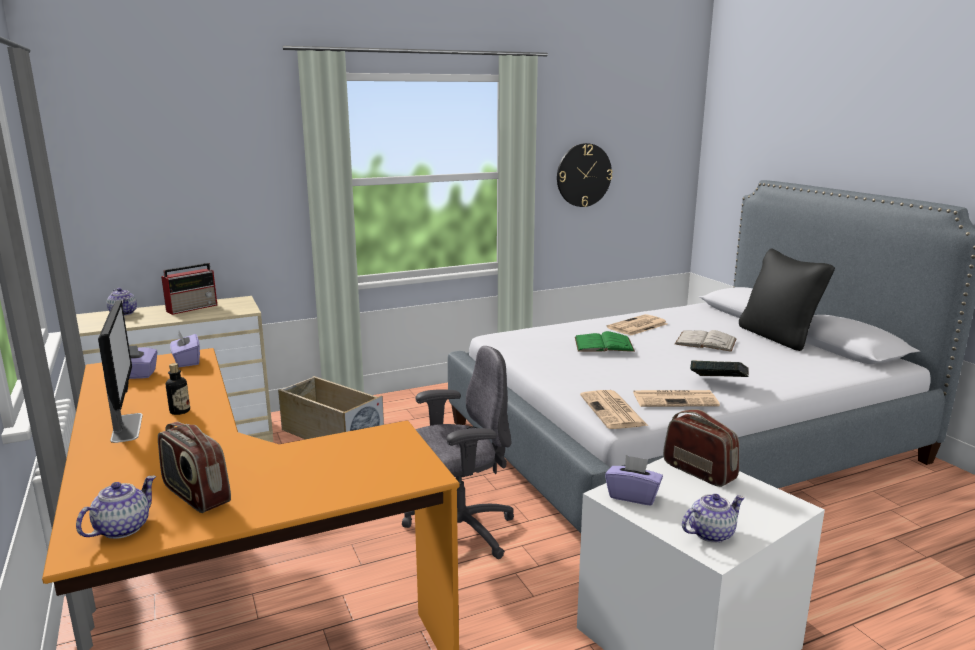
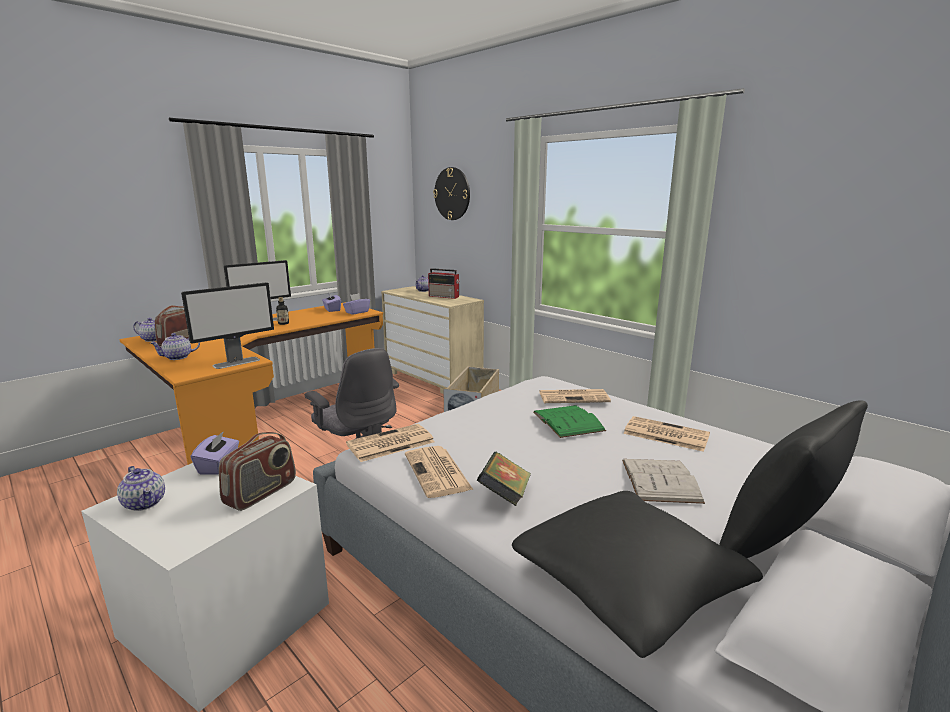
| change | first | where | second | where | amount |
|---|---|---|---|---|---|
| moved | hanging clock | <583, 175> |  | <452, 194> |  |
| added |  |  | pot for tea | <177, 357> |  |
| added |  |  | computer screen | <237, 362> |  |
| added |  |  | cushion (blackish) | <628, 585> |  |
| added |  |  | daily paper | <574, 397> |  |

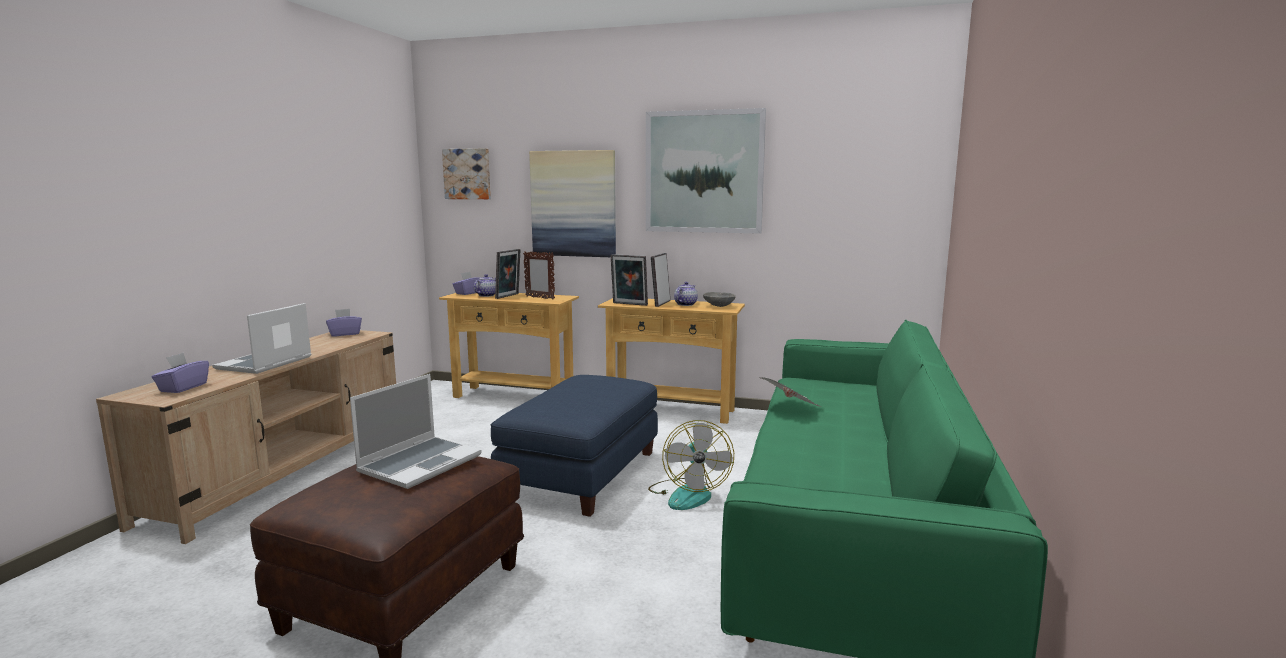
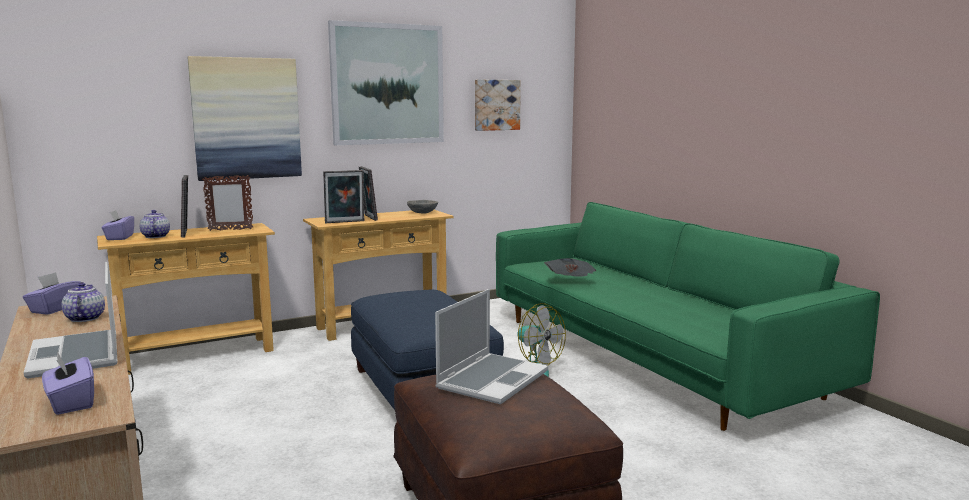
| change | first | where | second | where | amount |
|---|---|---|---|---|---|
| turned | laptop | <420, 463> |  | <492, 379> | 45 degrees clockwise |
| moved | wall art | <468, 174> |  | <496, 105> |  |
| moved | pot for tea | <685, 304> |  | <84, 318> |  |

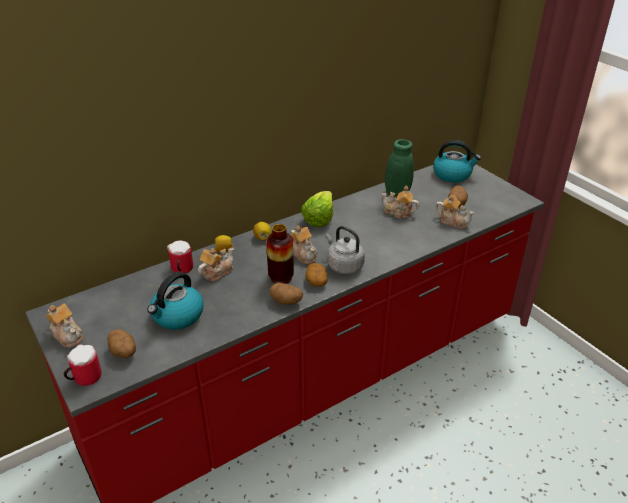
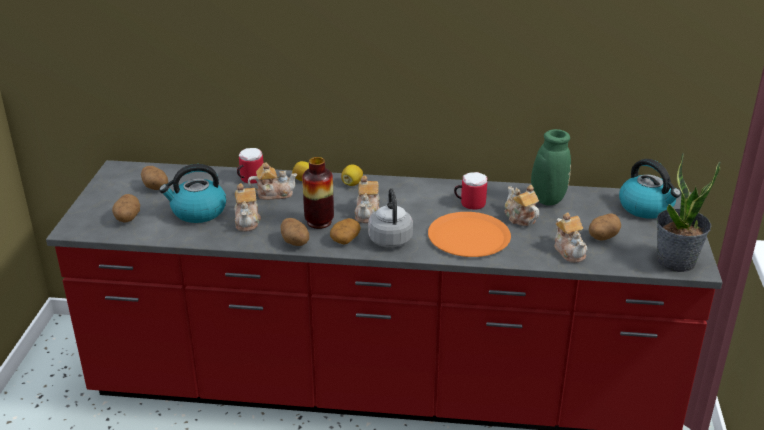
| change | first | where | second | where | amount |
|---|---|---|---|---|---|
| moved | pot for tea | <68, 335> |  | <247, 221> |  |
| moved | tea mug | <84, 378> |  | <469, 203> |  |
| removed | lettuce head | <318, 218> |  |  |  |
| added |  |  | spud | <156, 187> |  |
| added |  |  | plate (orangey) | <468, 236> |  |
| added |  |  | houseplant | <676, 261> |  |

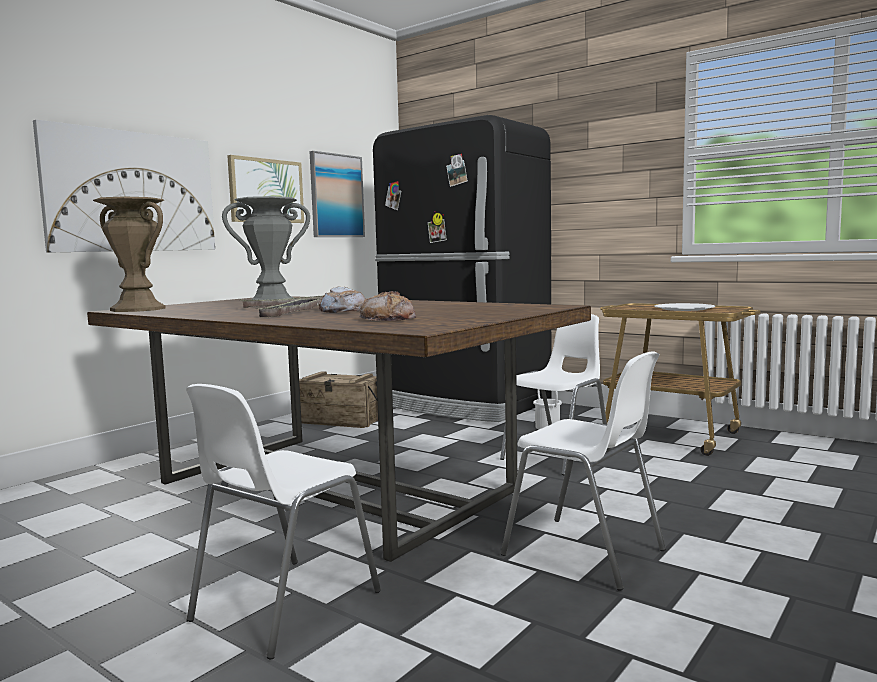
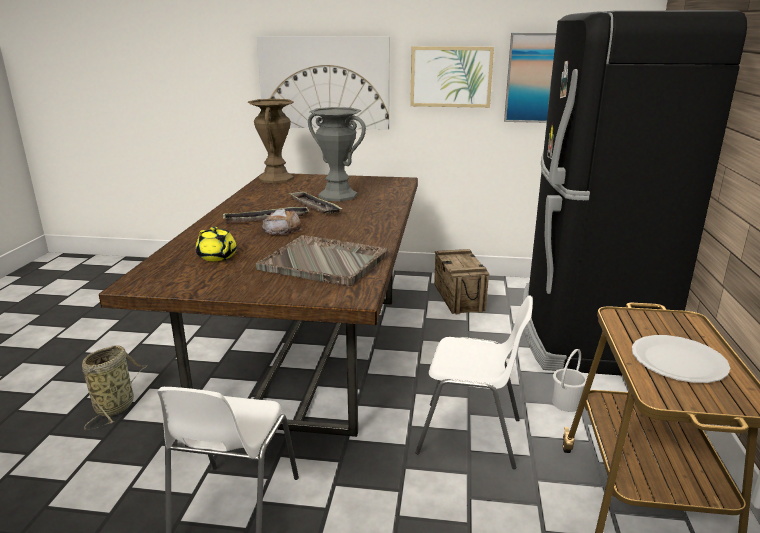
| change | first | where | second | where | amount |
|---|---|---|---|---|---|
| replaced | chair (white) | <283, 606> | household basket | <116, 405> |  |
| replaced | bread | <388, 318> | pot for tea (yellowish) | <217, 257> |  |
| added |  |  | carrying tray (grey) | <325, 262> |  |

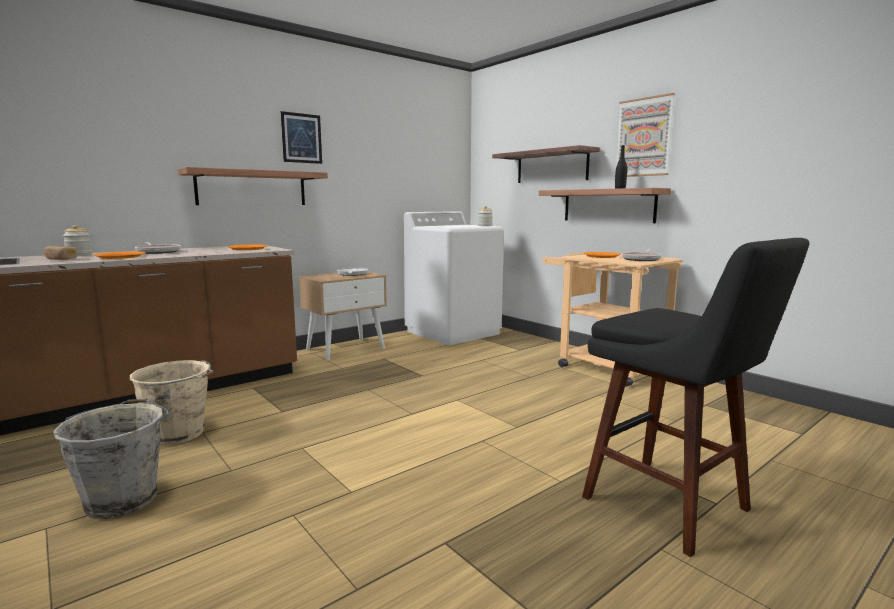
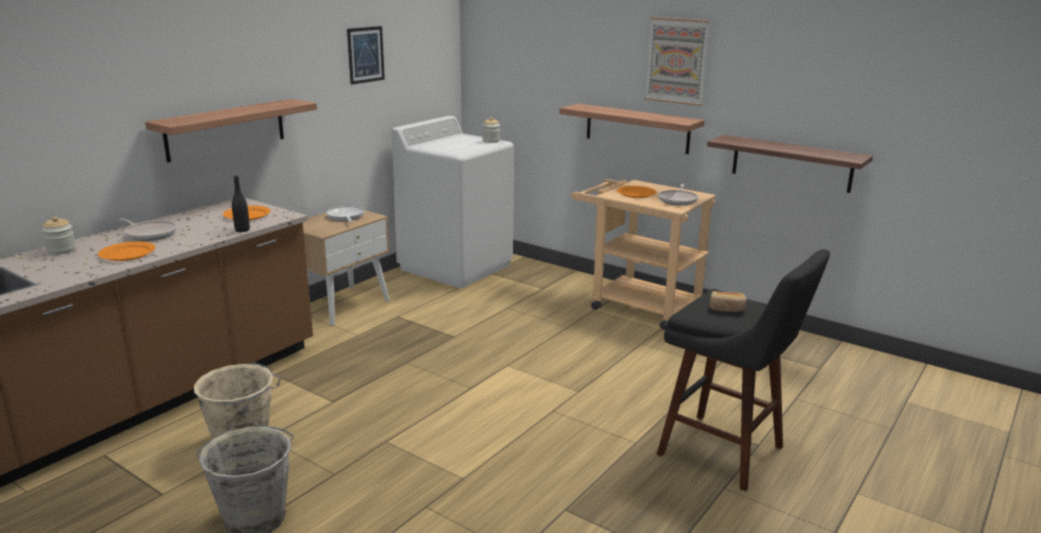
| change | first | where | second | where | amount |
|---|---|---|---|---|---|
| moved | bread | <60, 259> |  | <726, 308> |  |
| moved | wall art | <301, 138> |  | <365, 54> |  |
| moved | shelf | <551, 166> |  | <791, 163> |  |
| moved | bottle (blackish) | <620, 188> |  | <242, 230> |  |

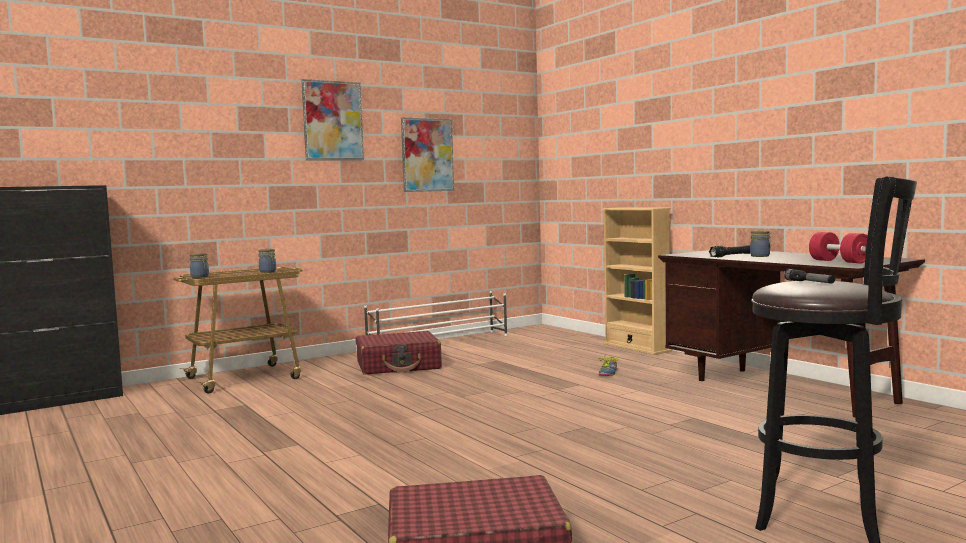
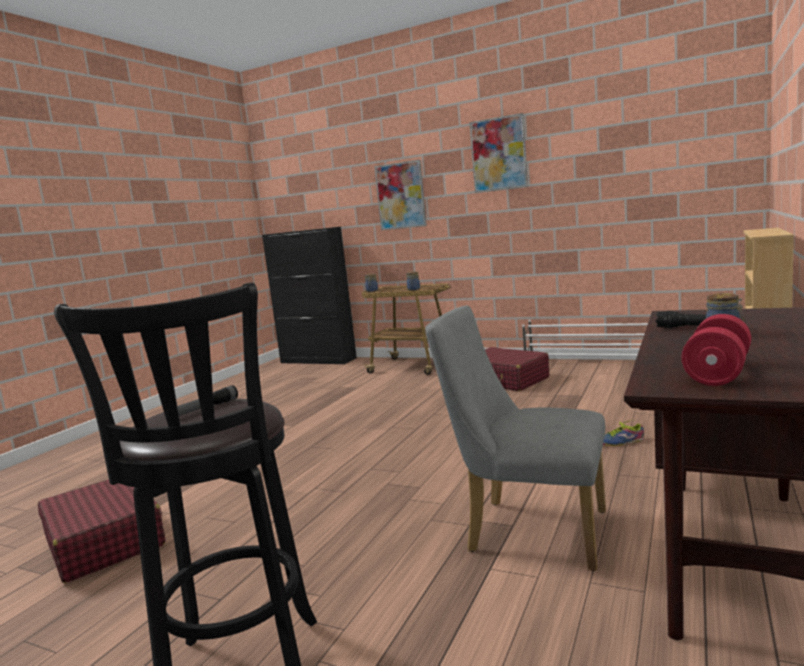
| change | first | where | second | where | amount |
|---|---|---|---|---|---|
| moved | wall art | <427, 155> |  | <400, 195> |  |
| added |  |  | chair (grey) | <526, 530> |  |

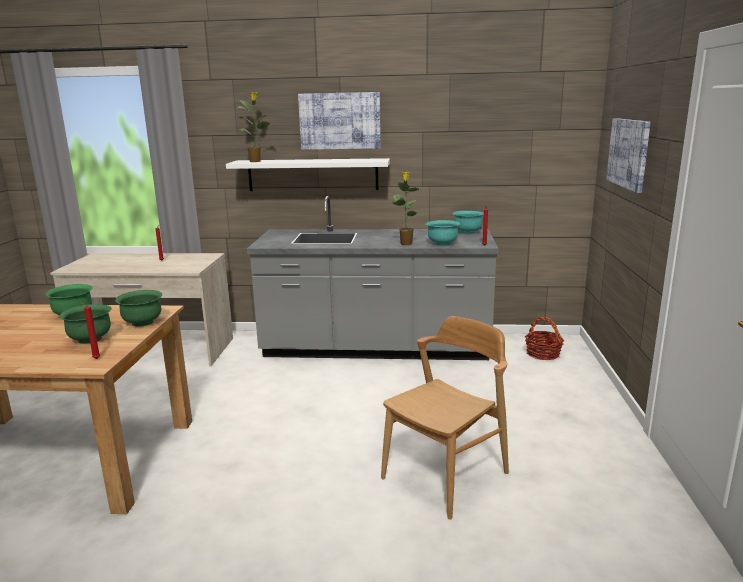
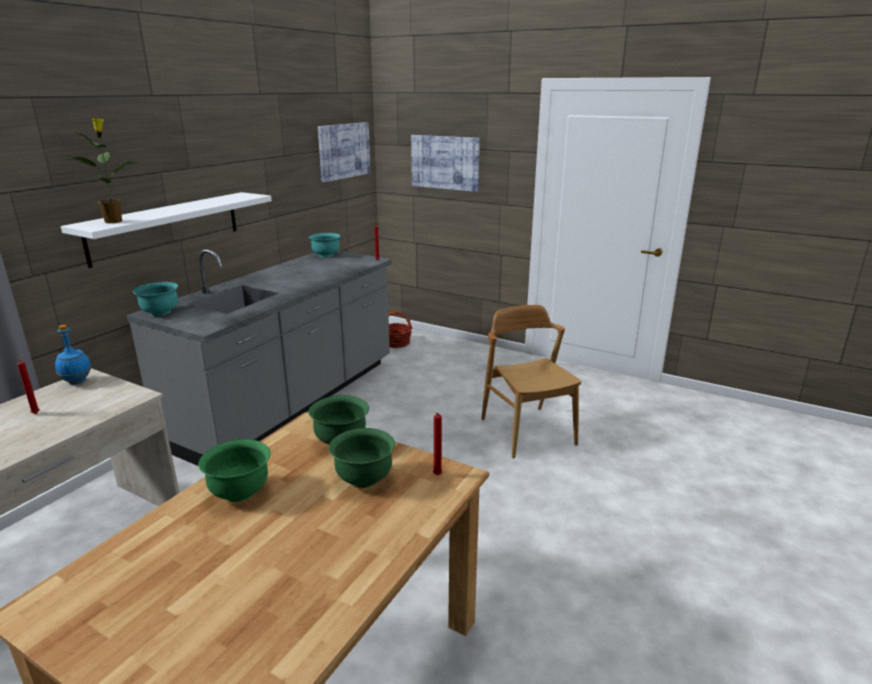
| change | first | where | second | where | amount |
|---|---|---|---|---|---|
| moved | wall art | <340, 121> |  | <344, 151> |  |
| removed | houseplant | <406, 243> |  |  |  |
| moved | serving bowl (turquoise) | <442, 244> |  | <160, 312> |  |
| added |  |  | bottle (blue-coloured) | <77, 382> |  |

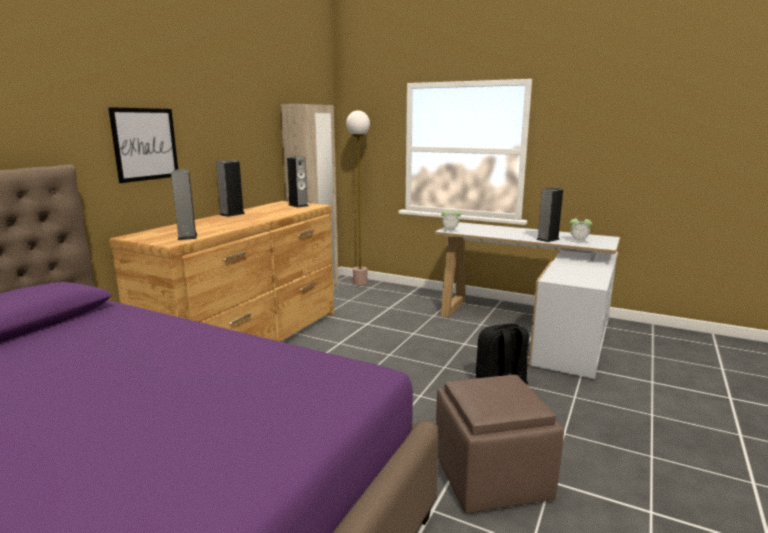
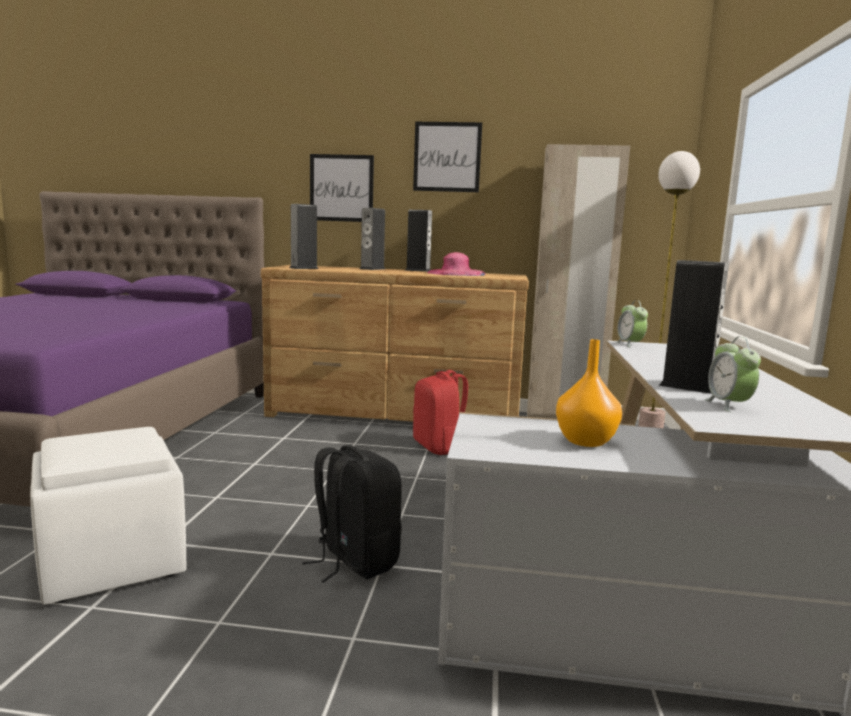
| change | first | where | second | where | amount |
|---|---|---|---|---|---|
| moved | speaker | <298, 205> |  | <372, 269> |  |
| recoloured | pouffe (brown-coloured) | <491, 478> | pouffe (white) | <110, 562> |  |
| added |  |  | wall art | <447, 157> |  |
| added |  |  | knapsack (reddish) | <439, 447> |  |
| added |  |  | clothing hat (pink) | <456, 273> |  |
| added |  |  | vase (orangey) | <586, 441> |  |

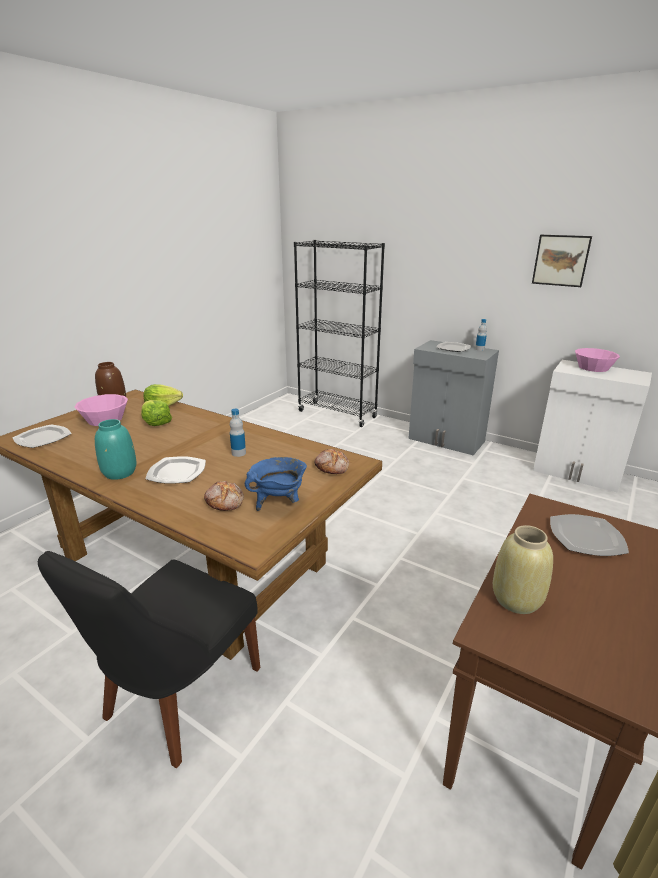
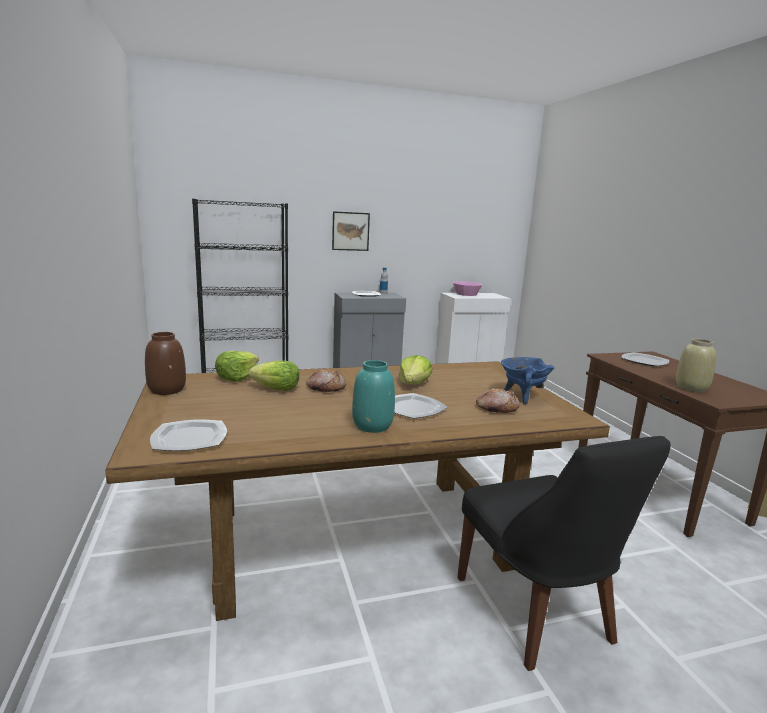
| change | first | where | second | where | amount |
|---|---|---|---|---|---|
| removed | serving bowl (pink) | <105, 419> |  |  |  |
| replaced | bottle | <238, 453> | lettuce head | <413, 384> |  |
| moved | bread | <332, 467> |  | <325, 388> |  |
| moved | wall art | <560, 260> |  | <350, 231> |  |

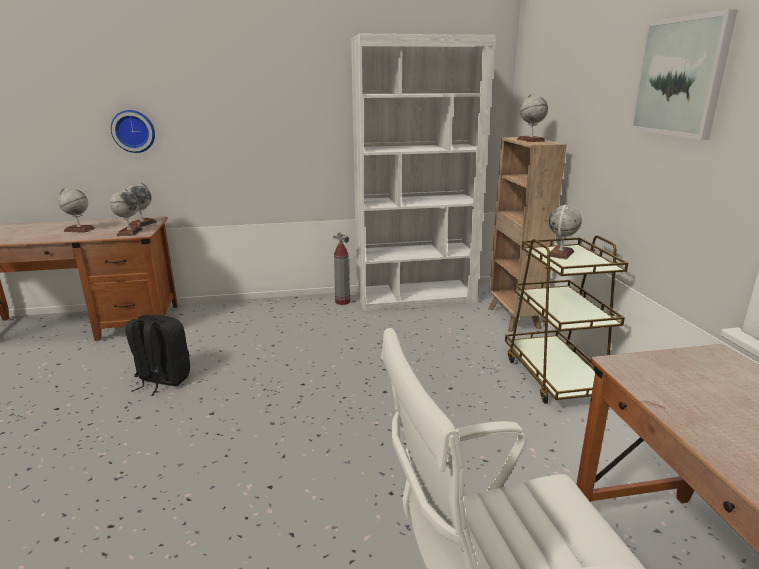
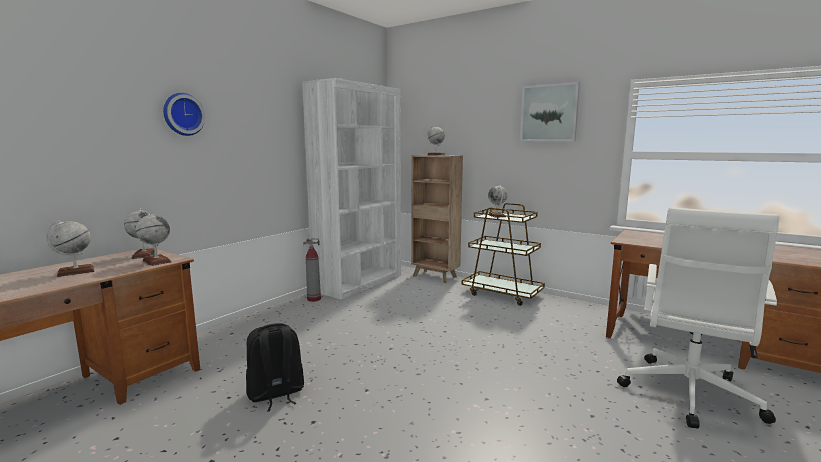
| change | first | where | second | where | amount |
|---|---|---|---|---|---|
| moved | hanging clock | <134, 131> |  | <182, 114> |  |

